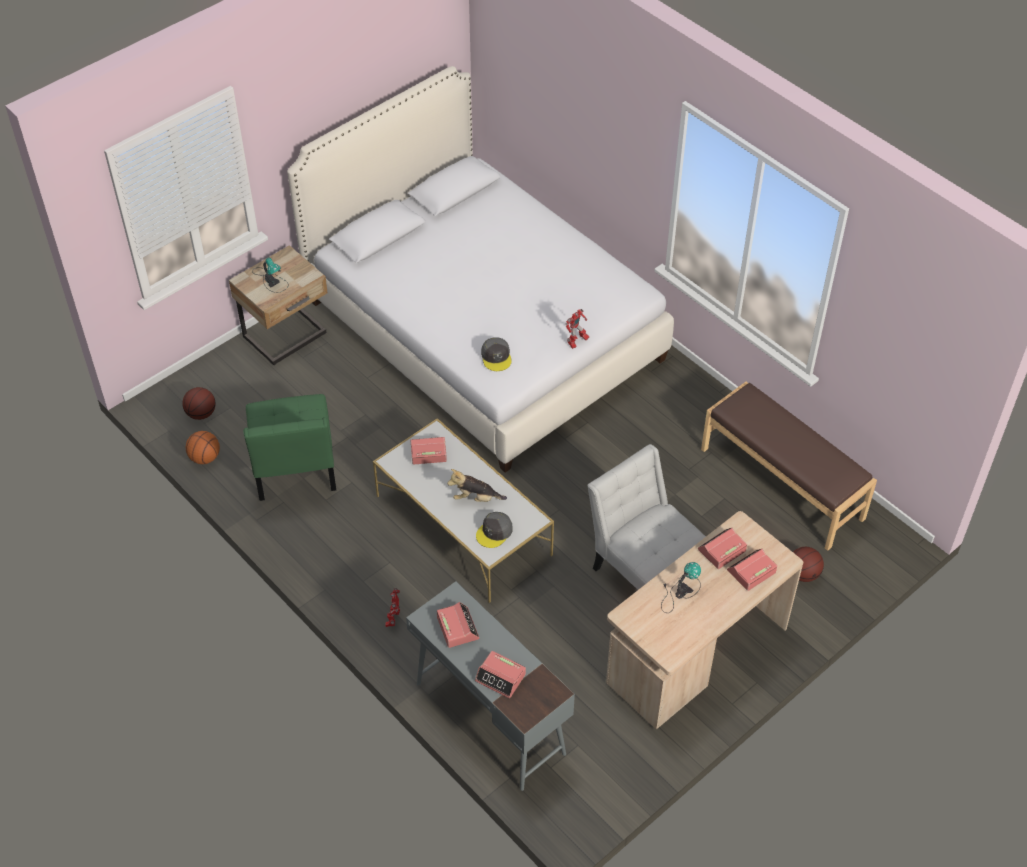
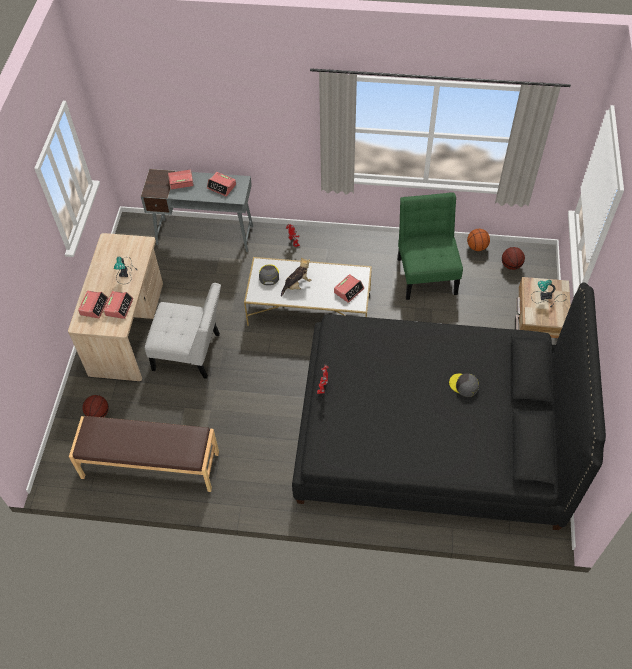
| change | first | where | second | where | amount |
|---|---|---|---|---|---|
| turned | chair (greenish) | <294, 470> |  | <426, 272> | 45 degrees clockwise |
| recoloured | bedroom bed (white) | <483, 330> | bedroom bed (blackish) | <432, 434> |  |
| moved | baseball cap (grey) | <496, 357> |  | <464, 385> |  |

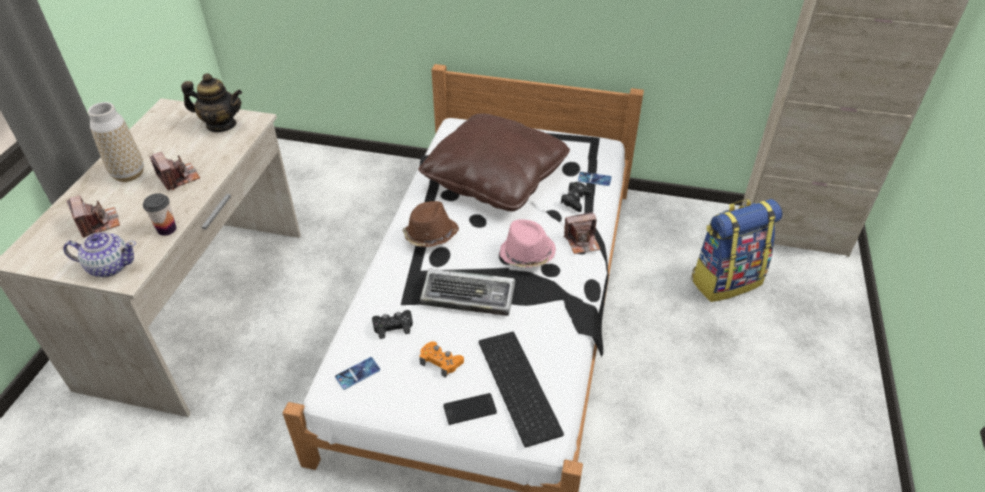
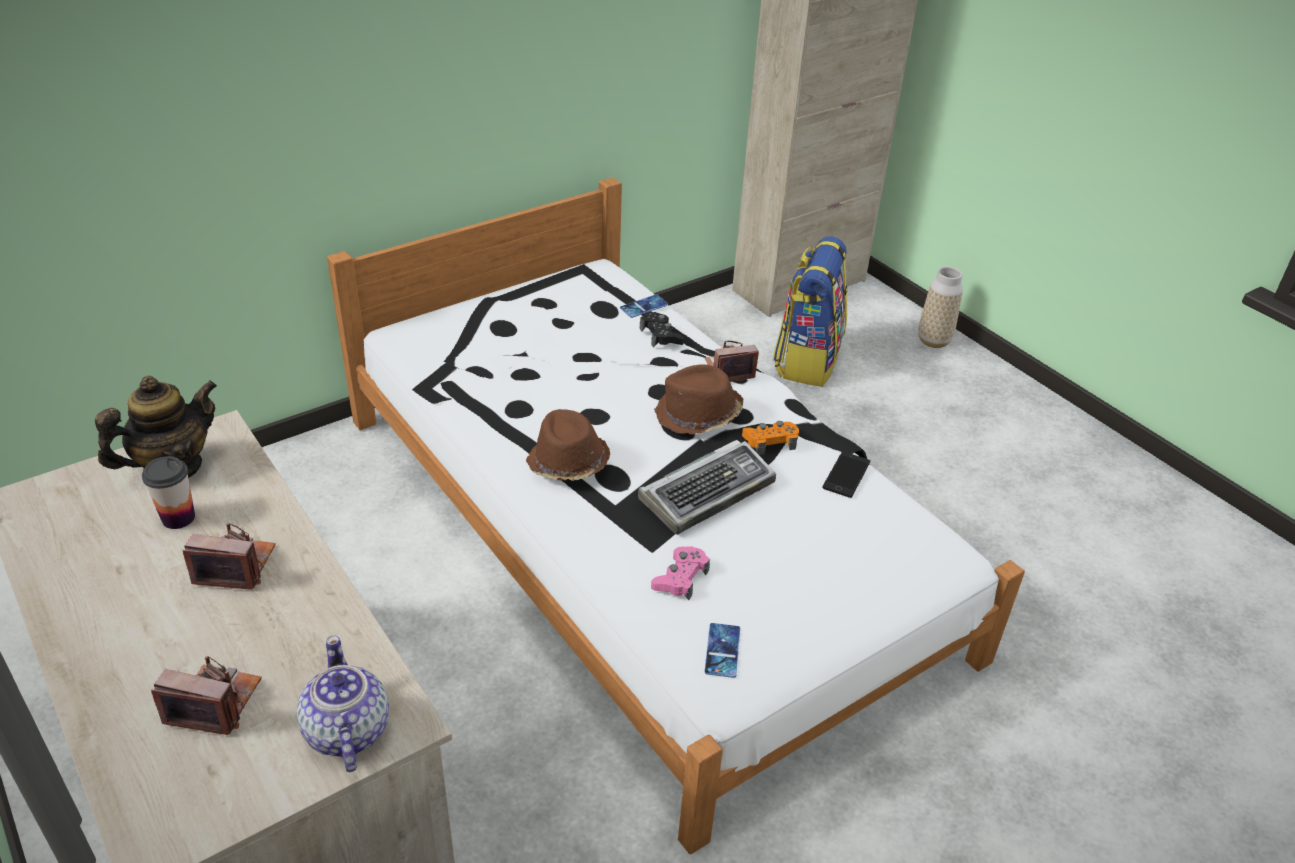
| change | first | where | second | where | amount |
|---|---|---|---|---|---|
| turned | pot for tea | <109, 266> |  | <346, 732> | 60 degrees counterclockwise |
| moved | vase | <129, 174> |  | <933, 341> |  |
| moved | drinking cup | <166, 229> |  | <178, 518> |  |
| recoloured | gamepad (blackish) | <393, 326> | gamepad (pink) | <680, 578> |  |
| removed | cushion (brown-coloured) | <495, 178> |  |  |  |
| moved | gamepad (orangey) | <441, 362> |  | <770, 441> |  |
| moved | telephone | <470, 409> |  | <846, 475> |  |
| removed | PC keyboard | <515, 386> |  |  |  |
| recoloured | clothing hat (pink) | <526, 254> | clothing hat (brown-coloured) | <698, 415> |  |
| turned | still camera | <582, 241> |  | <729, 370> | 135 degrees counterclockwise |

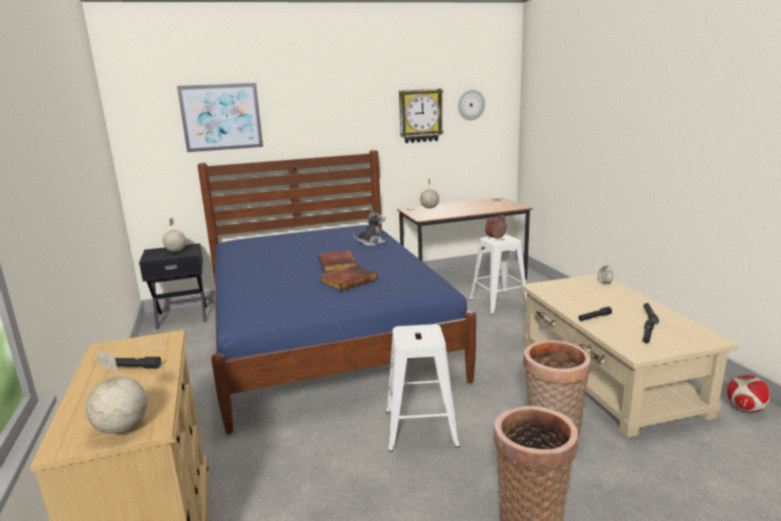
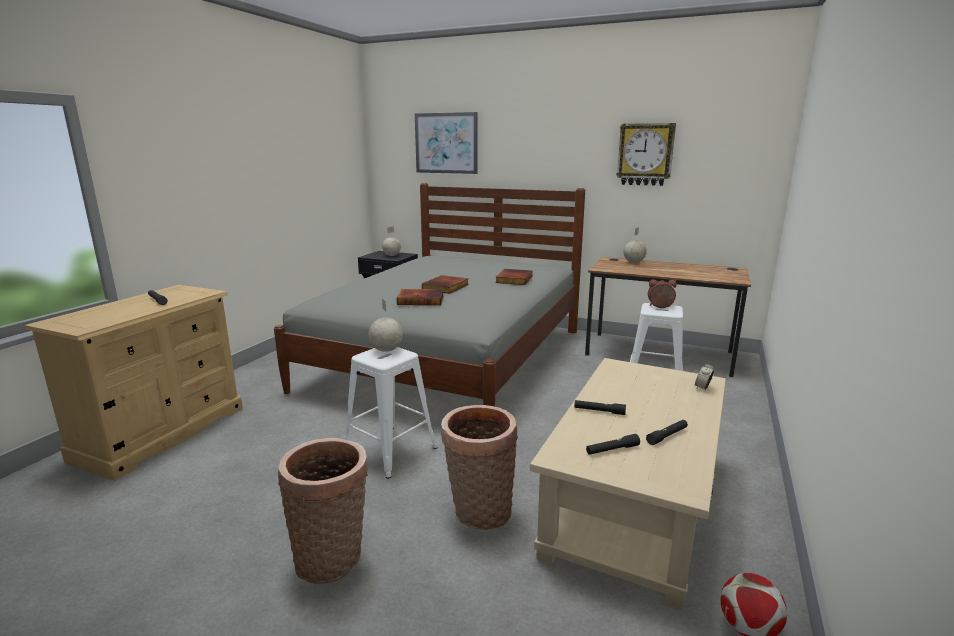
| change | first | where | second | where | amount |
|---|---|---|---|---|---|
| moved | desk globe | <122, 429> |  | <386, 350> |  |
| recoloured | bedroom bed (blue-coloured) | <325, 337> | bedroom bed (grey) | <449, 358> |  |
| replaced | cuddly toy | <371, 243> | bound book | <513, 279> |  |
| removed | hanging clock | <471, 105> |  |  |  |

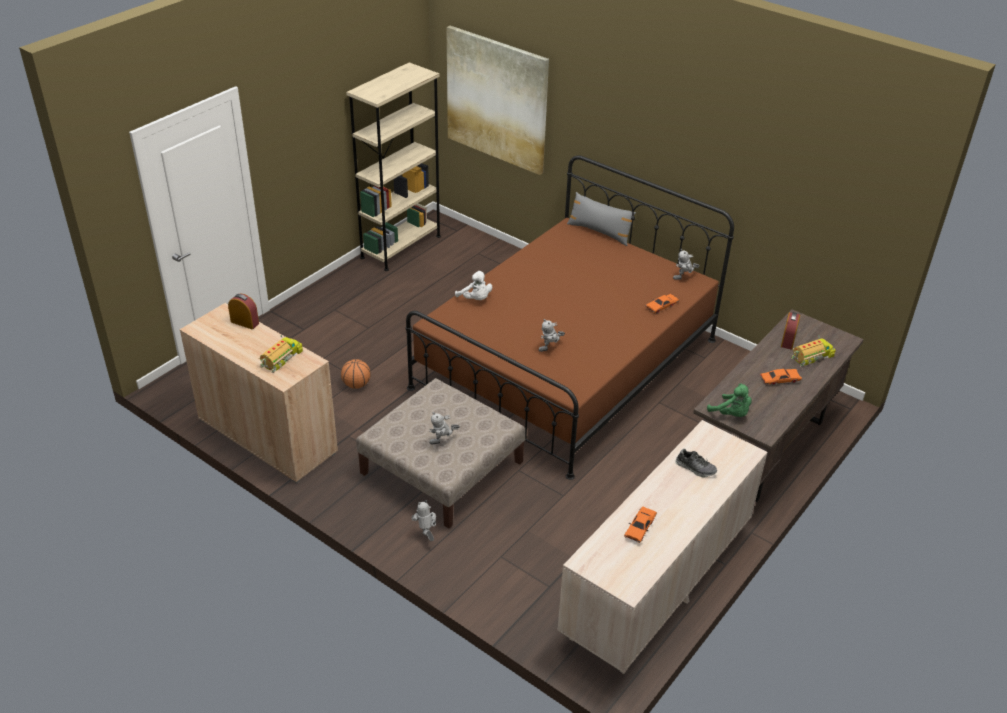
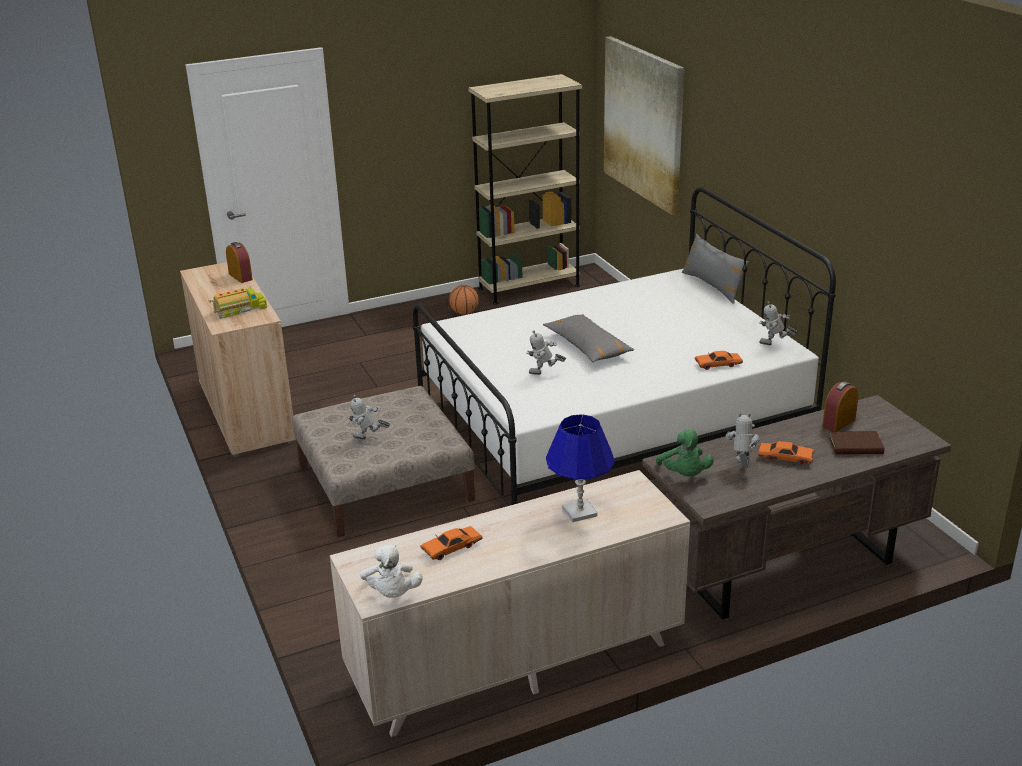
| change | first | where | second | where | amount |
|---|---|---|---|---|---|
| moved | basketball | <356, 385> |  | <464, 313> |  |
| recoloured | bedroom bed (brown-coloured) | <565, 363> | bedroom bed (white) | <611, 424> |  |
| moved | toy robot | <426, 536> |  | <741, 468> |  |
| moved | cuddly toy (white) | <475, 299> |  | <392, 593> |  |
| replaced | shoe | <695, 468> | lamp for a table (blue-coloured) | <580, 512> |  |
| replaced | toy truck | <812, 357> | bound book (brown-coloured) | <855, 446> |  |
| added |  |  | cushion (grey) | <587, 347> |  |

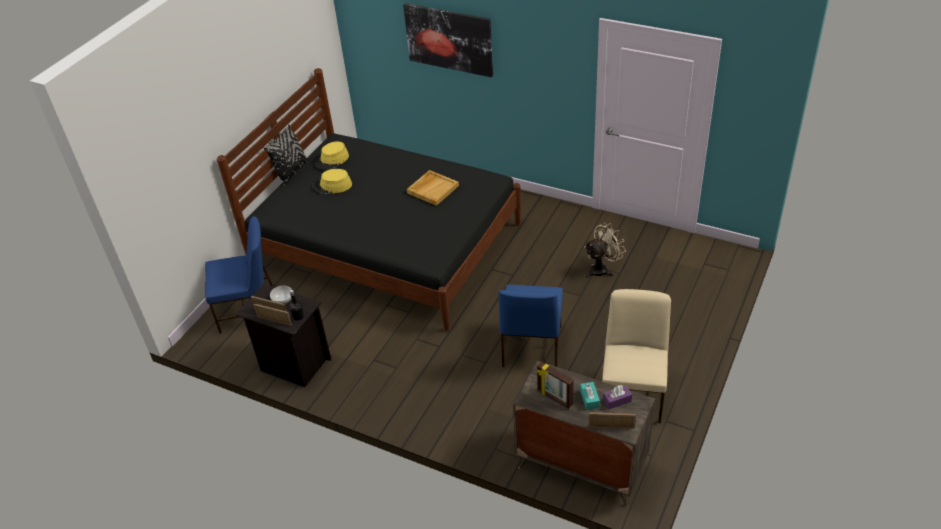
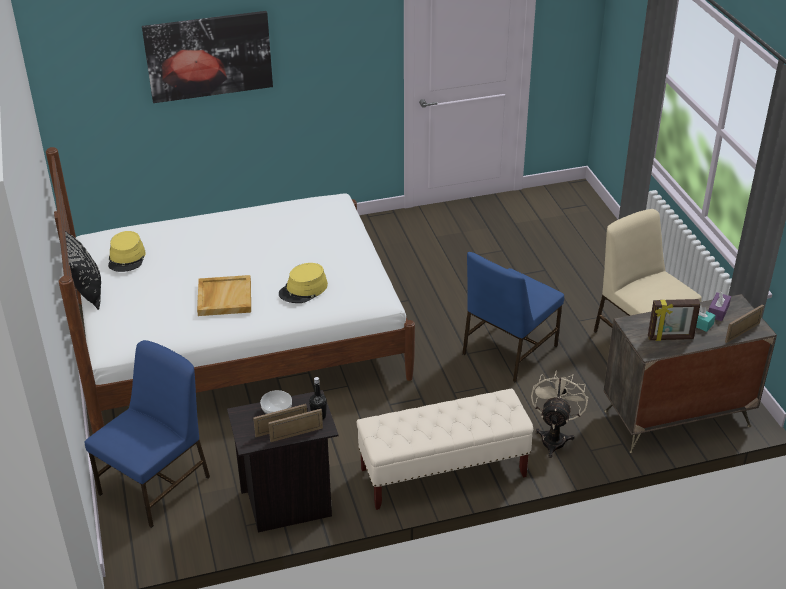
| change | first | where | second | where | amount |
|---|---|---|---|---|---|
| recoloured | bedroom bed (blackish) | <387, 246> | bedroom bed (white) | <239, 339> |  |
| moved | clothing hat (yellowish) | <332, 186> |  | <303, 289> |  |
| moved | carrying tray (beige-coloured) | <433, 189> |  | <224, 297> |  |
| turned | chair (blue-coloured) | <531, 347> |  | <508, 350> | 75 degrees clockwise |
| moved | cooling fan (beige-coloured) | <602, 269> |  | <554, 437> |  |
| added |  |  | long seat (beige-coloured) | <443, 473> |  |

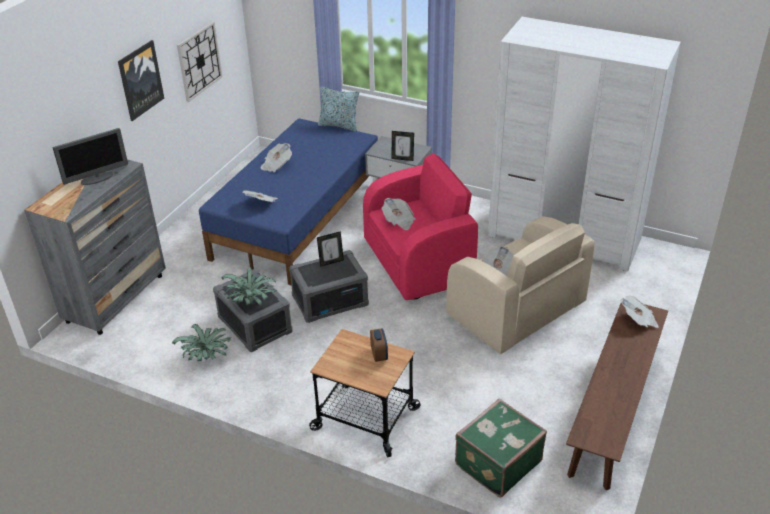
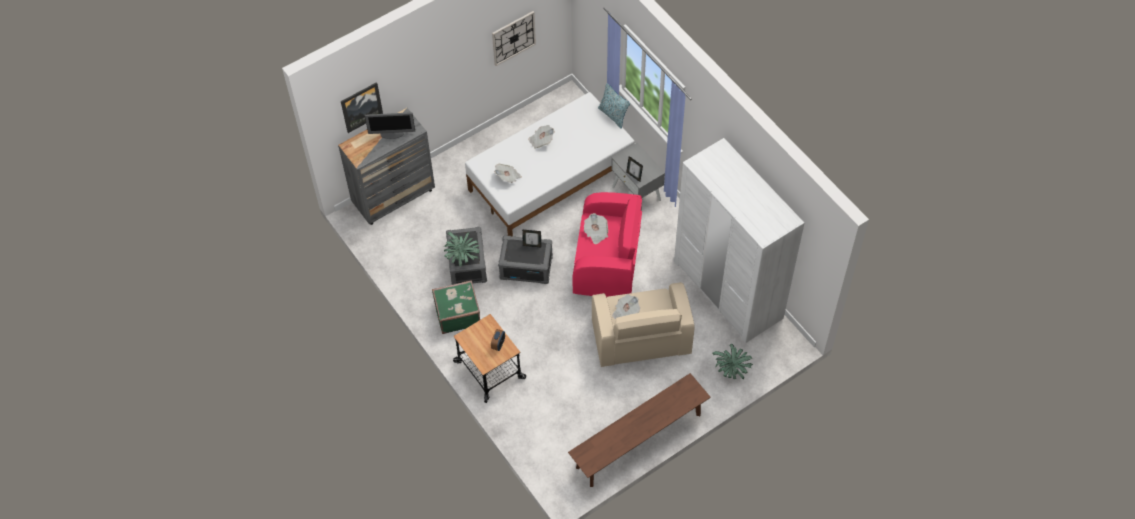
| change | first | where | second | where | amount |
|---|---|---|---|---|---|
| moved | wall art | <140, 80> |  | <361, 106> |  |
| moved | houseplant | <207, 357> |  | <732, 369> |  |
| recoloured | bedroom bed (blue-coloured) | <299, 220> | bedroom bed (white) | <552, 179> |  |
| moved | travel case (greenish) | <496, 462> |  | <457, 314> |  |
| removed | daily paper | <638, 320> |  |  |  |

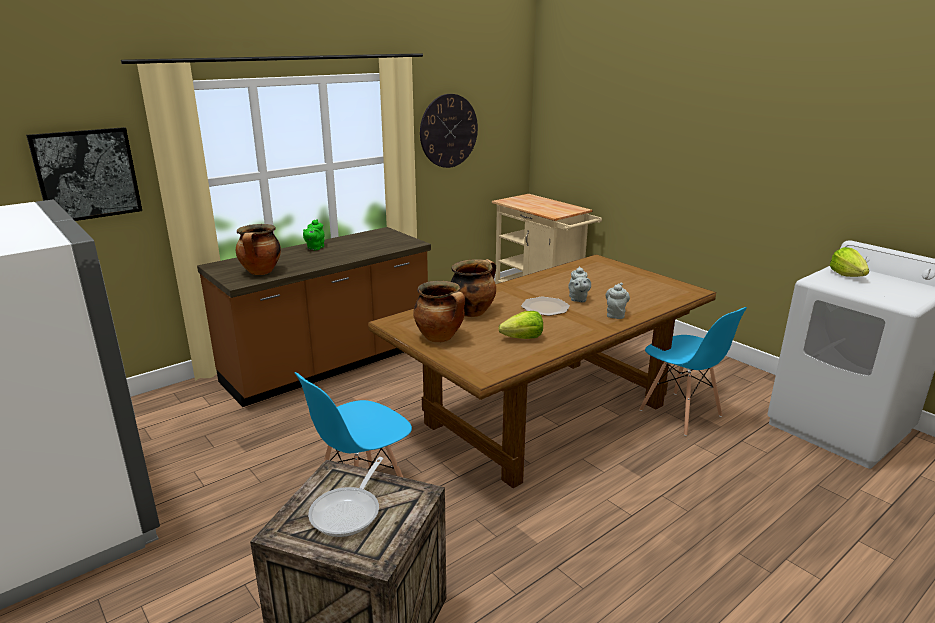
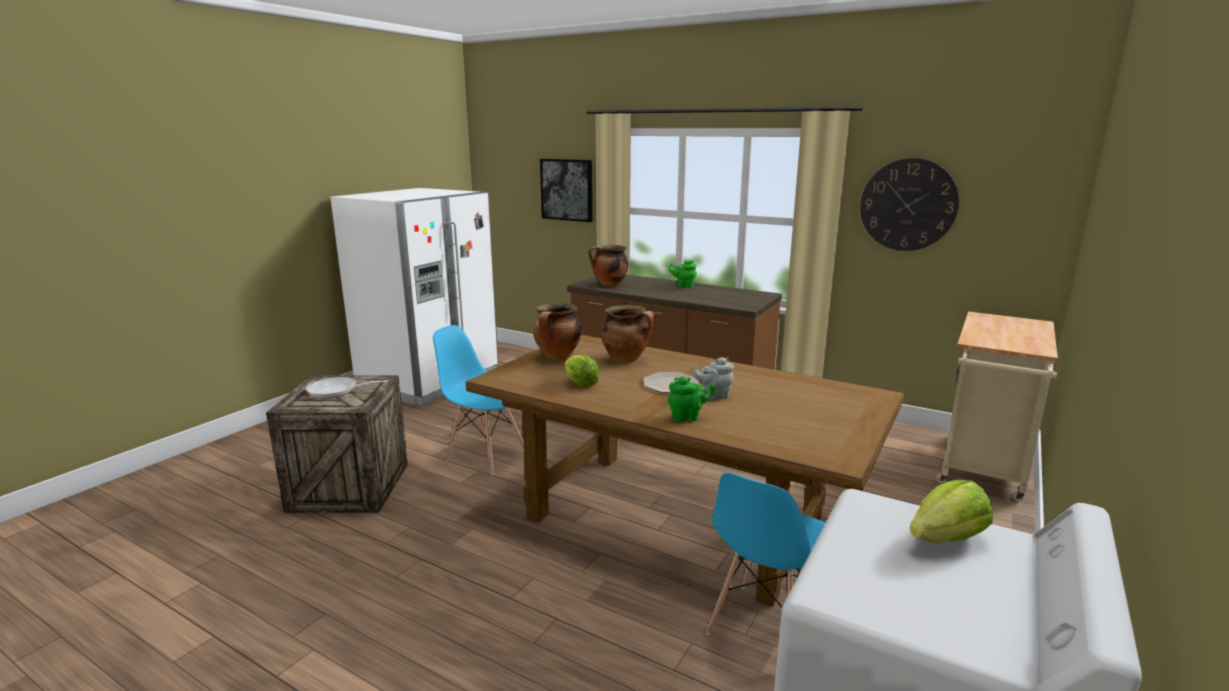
| change | first | where | second | where | amount |
|---|---|---|---|---|---|
| recoloured | pot for tea (grey) | <615, 314> | pot for tea (greenish) | <688, 417> |  |

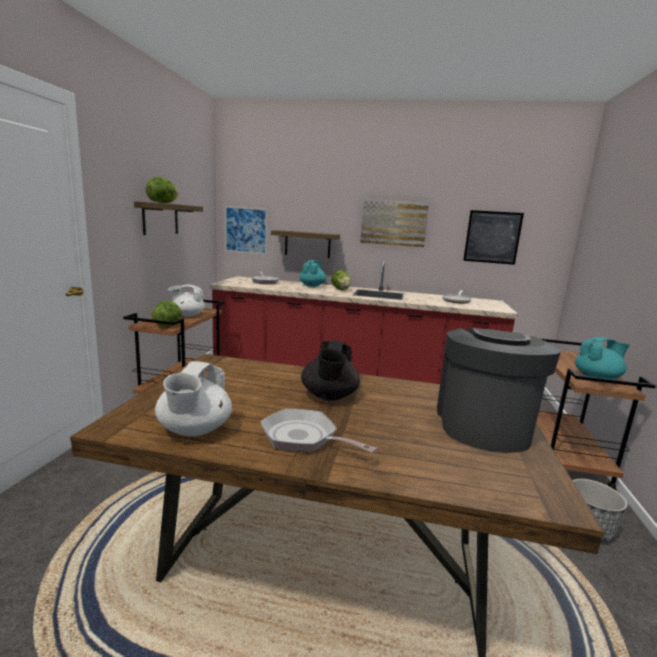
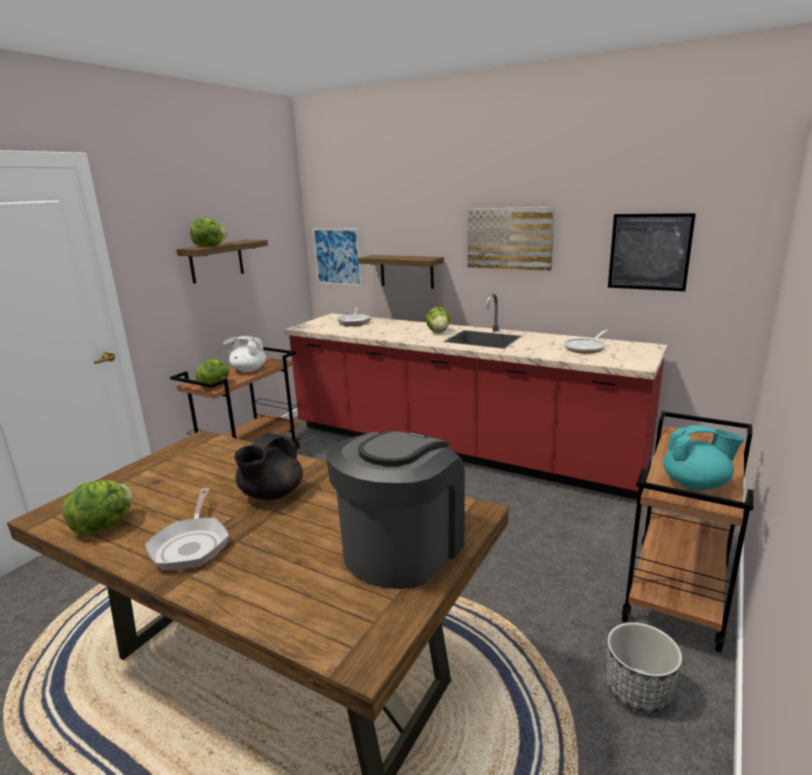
| change | first | where | second | where | amount |
|---|---|---|---|---|---|
| replaced | pot for tea (white) | <194, 430> | lettuce head | <105, 526> |  |
| turned | pan | <303, 438> |  | <191, 545> | 150 degrees counterclockwise |
| removed | pot for tea (turquoise) | <312, 286> |  |  |  |

